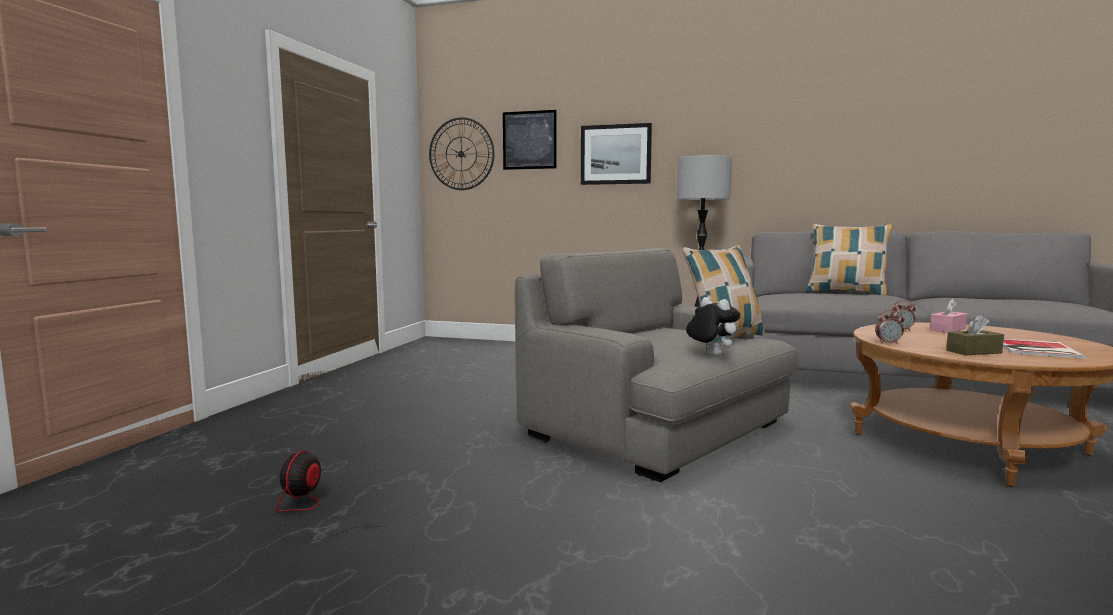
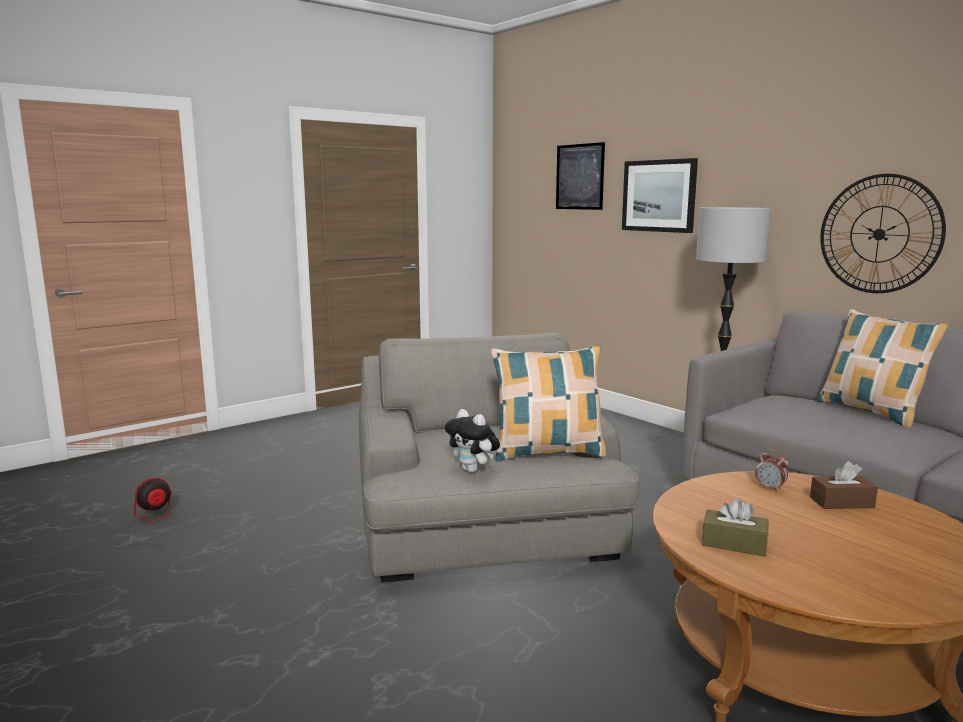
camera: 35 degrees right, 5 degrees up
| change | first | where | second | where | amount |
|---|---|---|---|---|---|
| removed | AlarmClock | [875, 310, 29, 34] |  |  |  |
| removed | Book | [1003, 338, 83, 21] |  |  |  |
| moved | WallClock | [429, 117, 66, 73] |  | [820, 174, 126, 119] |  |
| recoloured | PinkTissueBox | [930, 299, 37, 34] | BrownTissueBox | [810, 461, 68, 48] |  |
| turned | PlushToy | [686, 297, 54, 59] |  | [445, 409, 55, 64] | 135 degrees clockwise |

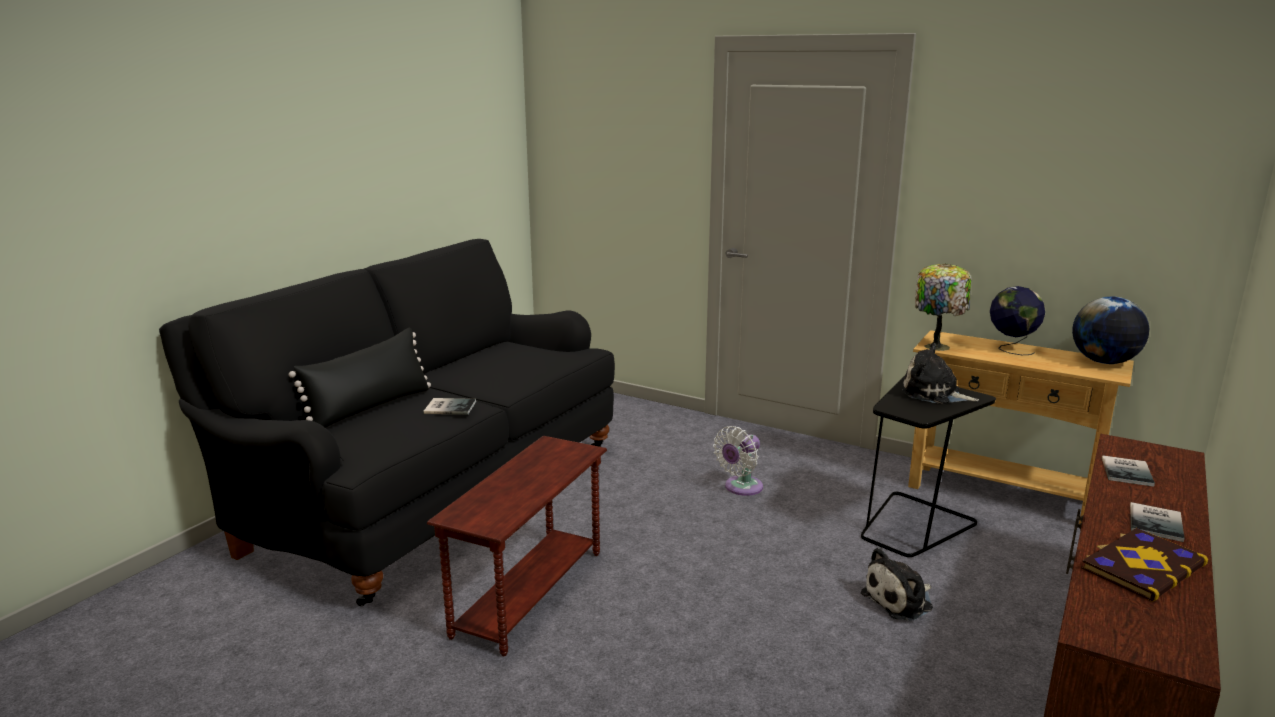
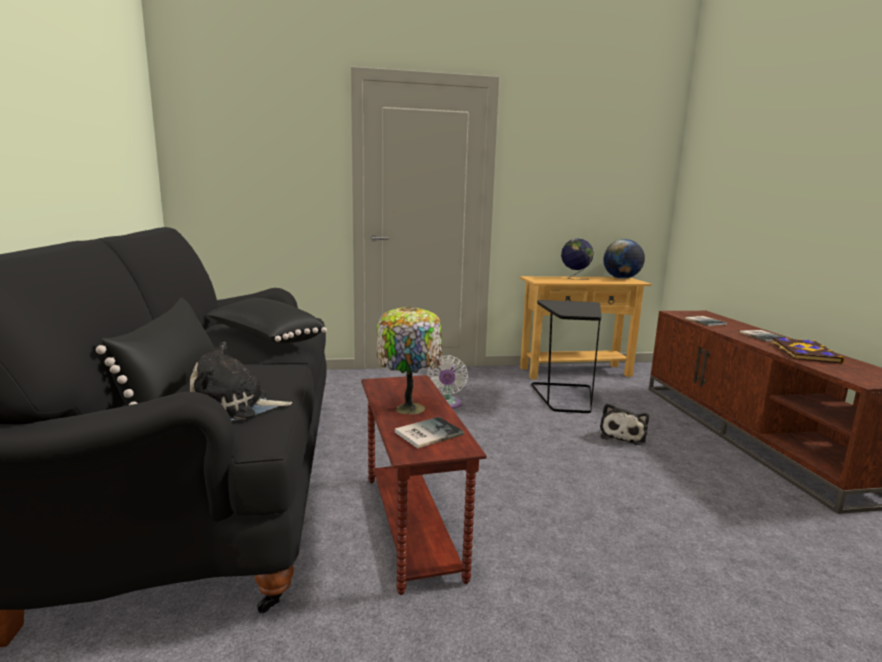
camera: 40 degrees left, 5 degrees down
| change | first | where | second | where | amount |
|---|---|---|---|---|---|
| added |  |  | BlackPillow | [207, 298, 120, 45] |  |
| moved | Book | [424, 398, 52, 17] |  | [395, 417, 69, 31] |  |
| moved | PlushToy | [902, 343, 77, 61] |  | [189, 342, 103, 78] |  |
| moved | TableLamp | [915, 263, 57, 88] |  | [377, 306, 65, 108] |  |

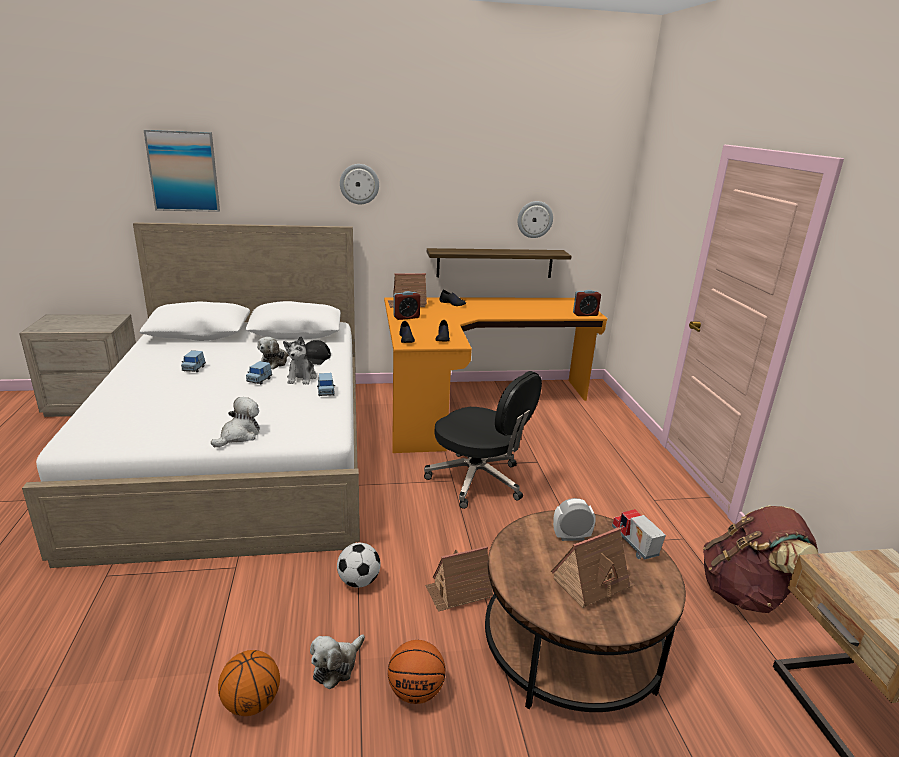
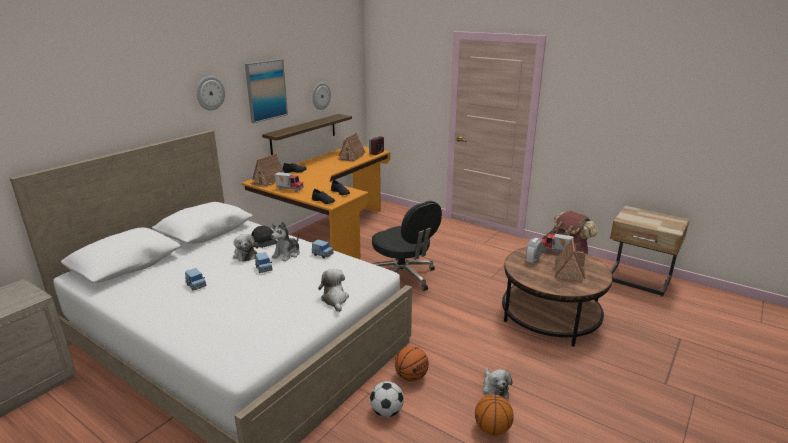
camera: 45 degrees left, 0 degrees up
| change | first | where | second | where | amount |
|---|---|---|---|---|---|
| moved | Picture | [144, 130, 76, 82] |  | [245, 59, 43, 64] |  |
| moved | Football | [337, 543, 43, 45] |  | [370, 381, 34, 36] |  |
| moved | Basketball | [388, 640, 58, 64] |  | [395, 346, 34, 36] |  |
| moved | ToyHouse | [425, 546, 68, 66] |  | [338, 133, 28, 29] |  |
| replaced | AlarmClock | [393, 291, 27, 29] | ToyTruck | [274, 172, 30, 20] |  |
| turned | PlushToy | [283, 336, 34, 49] |  | [271, 222, 29, 40] | 75 degrees clockwise |
| turned | BlackOfficeChair | [424, 371, 118, 138] |  | [371, 201, 71, 90] | 60 degrees clockwise |

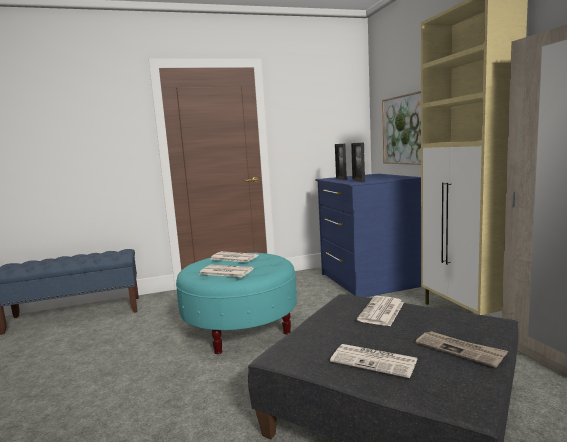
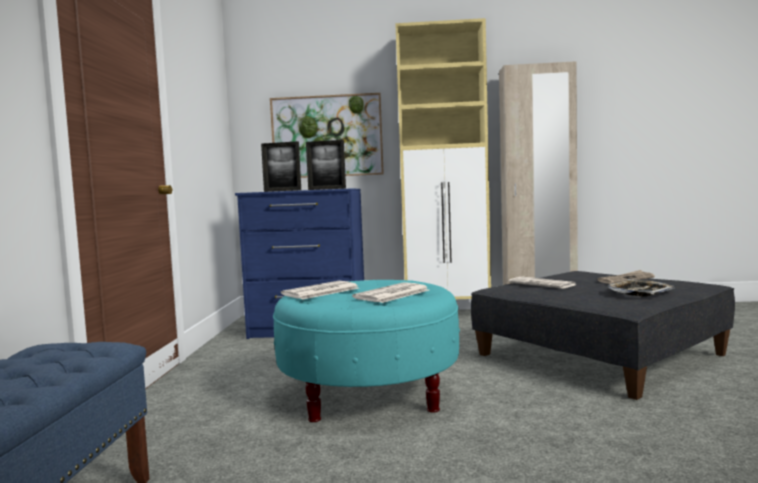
camera: 70 degrees left, 5 degrees down
| change | first | where | second | where | amount |
|---|---|---|---|---|---|
| replaced | Newspaper | [330, 344, 88, 34] | Tray | [608, 279, 67, 18] |  |

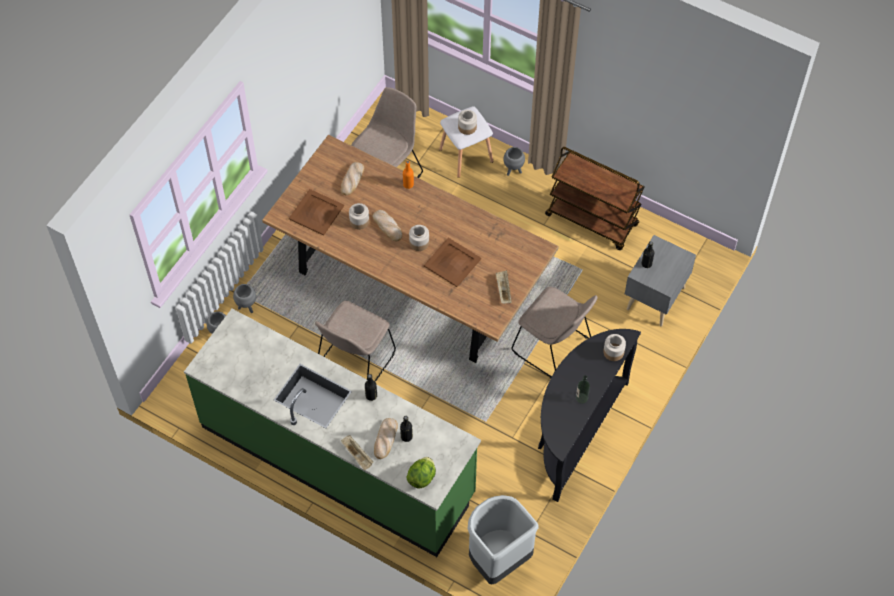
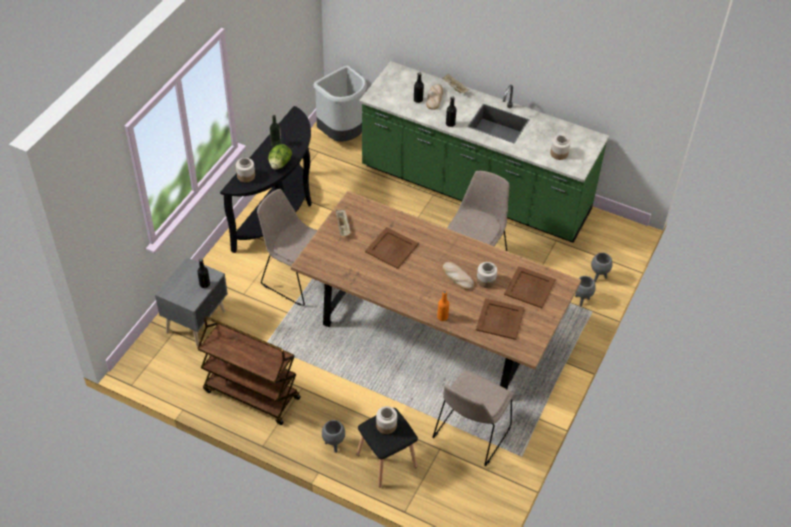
camera: 175 degrees right, 10 degrees down
| change | first | where | second | where | amount |
|---|---|---|---|---|---|
| moved | Lettuce | [406, 457, 30, 32] |  | [268, 144, 24, 26] |  |
| moved | Jar | [409, 225, 20, 26] |  | [550, 135, 21, 25] |  |
| replaced | Bread | [341, 162, 23, 33] | BrownTray | [476, 298, 49, 42] |  |
| recoloured | WhiteStool | [439, 106, 54, 72] | BlackStool | [356, 408, 62, 80] |  |

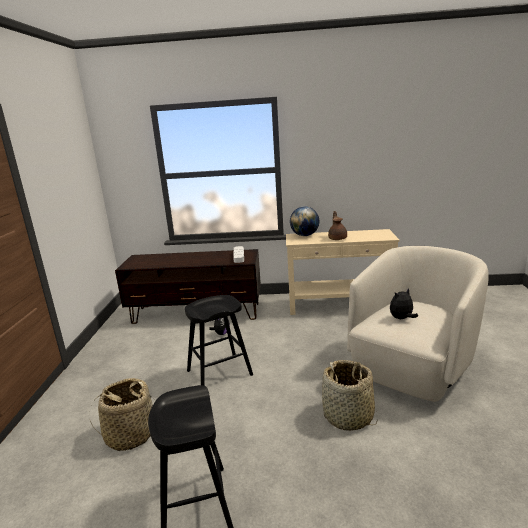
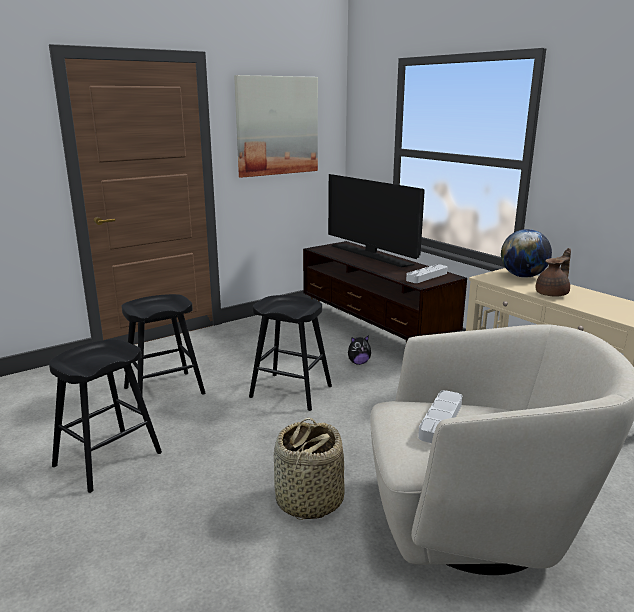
camera: 50 degrees right, 0 degrees up
| change | first | where | second | where | amount |
|---|---|---|---|---|---|
| added |  |  | Picture | [234, 75, 84, 103] |  |
| added |  |  | Television | [328, 174, 97, 94] |  |
| replaced | Basket | [89, 378, 64, 73] | BlackStool | [122, 294, 83, 116] |  |
| replaced | PlushToy | [390, 288, 28, 31] | GreyTray | [418, 390, 44, 53] |  |

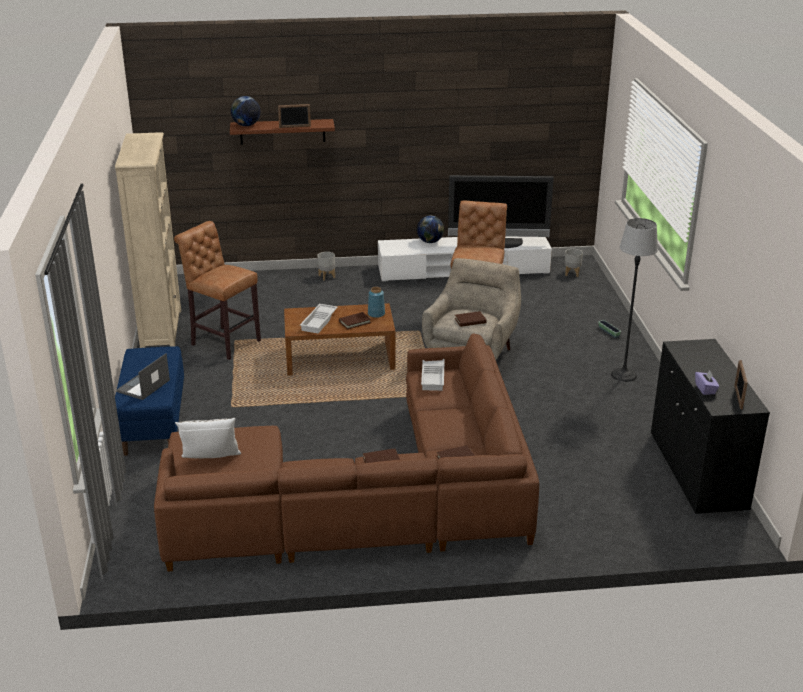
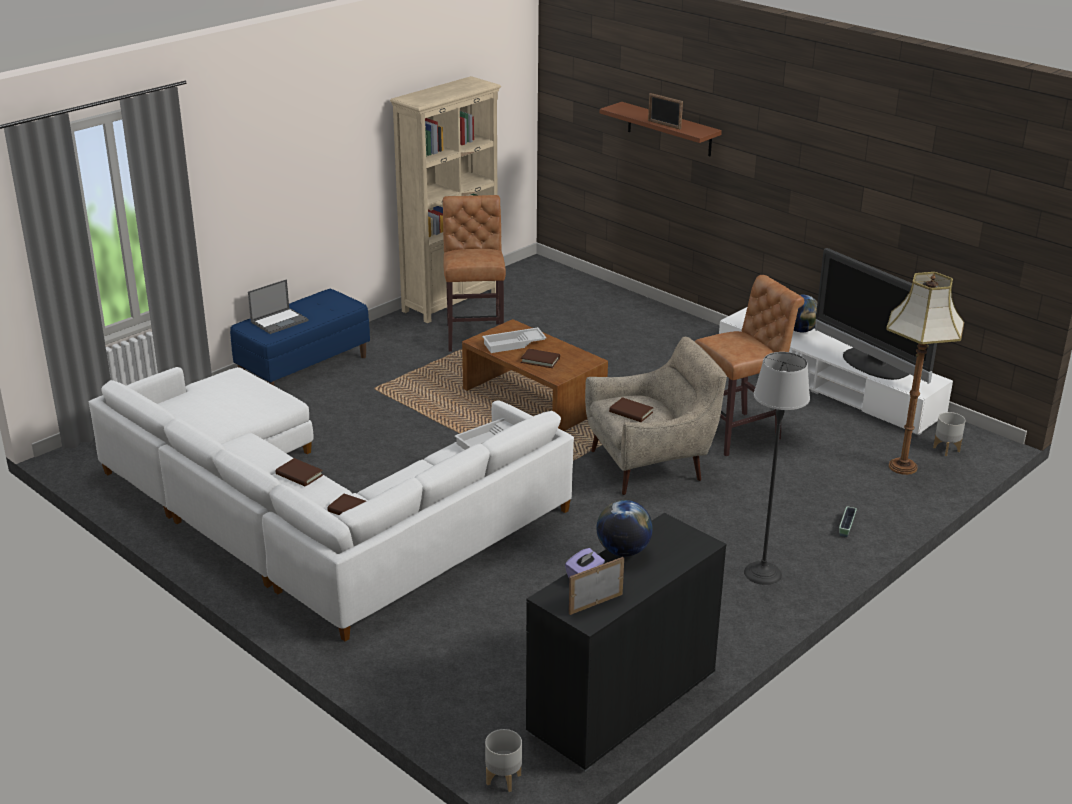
camera: 50 degrees right, 0 degrees up
| change | first | where | second | where | amount |
|---|---|---|---|---|---|
| removed | WhitePillow | [175, 418, 66, 40] |  |  |  |
| removed | BlueVase | [368, 287, 17, 31] |  |  |  |
| added |  |  | FloorLamp | [886, 272, 78, 203] |  |
| moved | Globe | [231, 96, 29, 30] |  | [597, 500, 56, 57] |  |
| moved | GreyPlanter | [317, 252, 18, 29] |  | [485, 729, 37, 63] |  |
| recoloured | BrownSofa | [154, 334, 385, 237] | WhiteSofa | [89, 367, 485, 274] |  |
| turned | Laptop | [116, 353, 54, 47] |  | [248, 279, 61, 55] | 150 degrees clockwise |

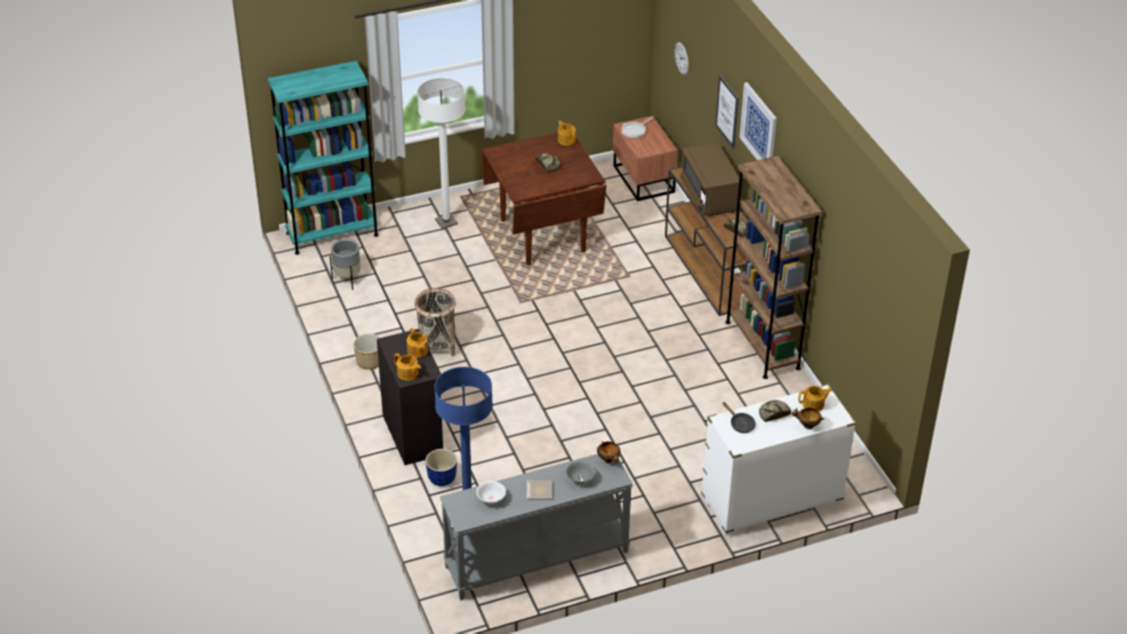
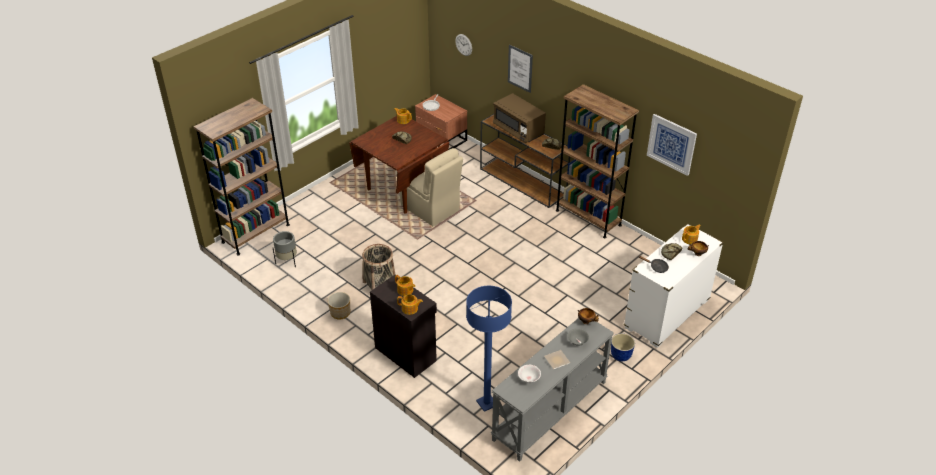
camera: 25 degrees left, 0 degrees up
| change | first | where | second | where | amount |
|---|---|---|---|---|---|
| removed | WhiteFloorLamp | [417, 78, 48, 151] |  |  |  |
| added |  |  | BeigeChair | [400, 148, 63, 78] |  |
| moved | Planter | [425, 449, 32, 37] |  | [611, 333, 24, 28] |  |
| moved | Picture | [739, 82, 38, 78] |  | [647, 114, 50, 62] |  |
| recoloured | TurquoiseBookcase | [267, 61, 112, 194] | BrownBookcase | [194, 98, 96, 157] |  |

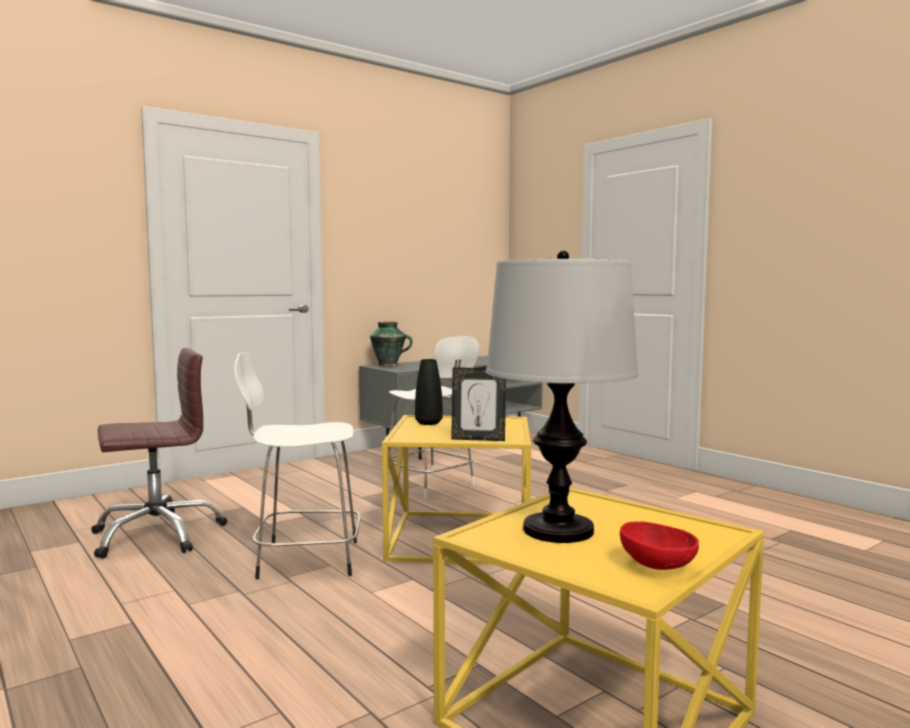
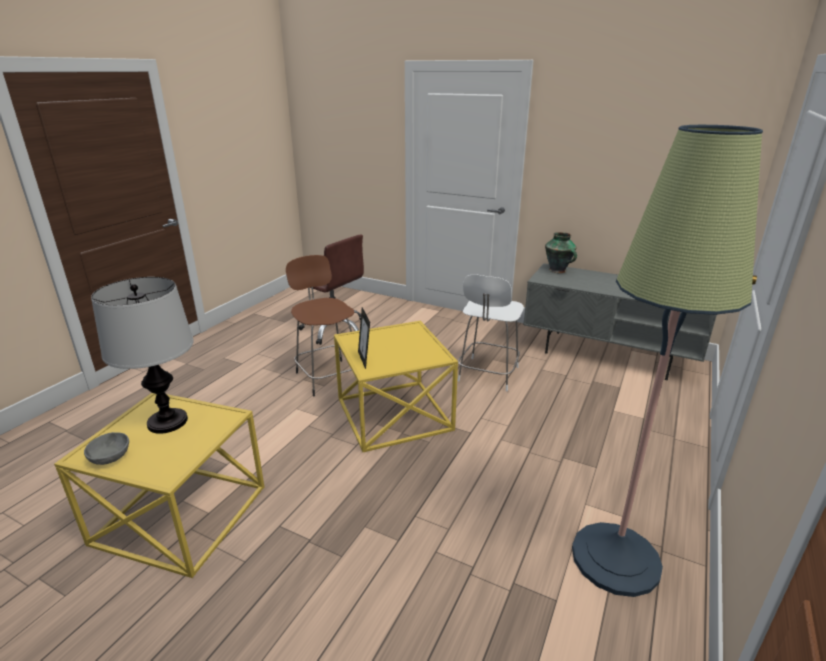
camera: 65 degrees right, 20 degrees up
| change | first | where | second | where | amount |
|---|---|---|---|---|---|
| removed | BlackVase | [415, 359, 28, 66] |  |  |  |
| added |  |  | FloorLamp | [572, 125, 191, 472] |  |
| recoloured | WhiteStool | [234, 352, 127, 227] | BrownStool | [286, 255, 68, 141] |  |
| recoloured | RedBowl | [620, 521, 79, 49] | GreyBowl | [84, 432, 45, 33] |  |

